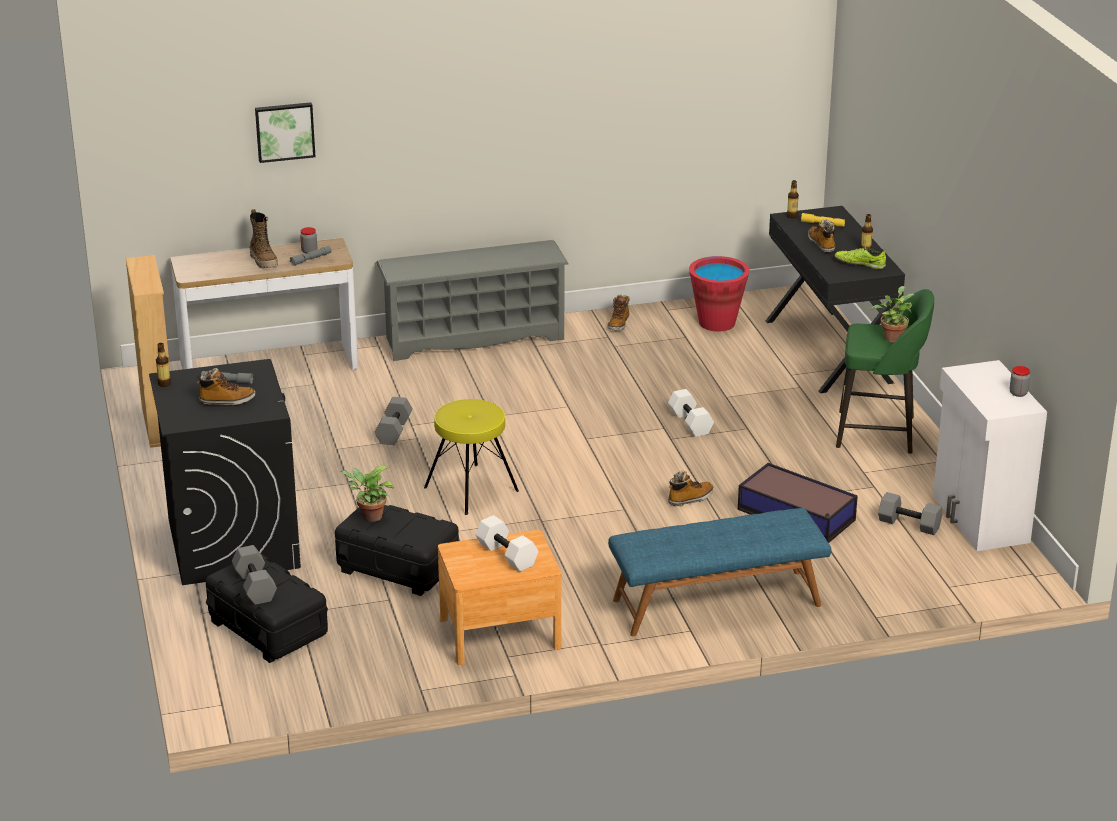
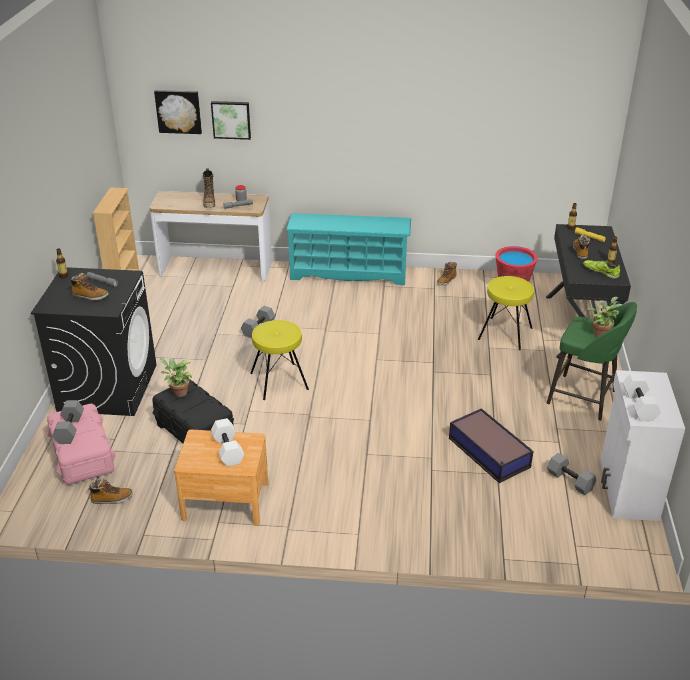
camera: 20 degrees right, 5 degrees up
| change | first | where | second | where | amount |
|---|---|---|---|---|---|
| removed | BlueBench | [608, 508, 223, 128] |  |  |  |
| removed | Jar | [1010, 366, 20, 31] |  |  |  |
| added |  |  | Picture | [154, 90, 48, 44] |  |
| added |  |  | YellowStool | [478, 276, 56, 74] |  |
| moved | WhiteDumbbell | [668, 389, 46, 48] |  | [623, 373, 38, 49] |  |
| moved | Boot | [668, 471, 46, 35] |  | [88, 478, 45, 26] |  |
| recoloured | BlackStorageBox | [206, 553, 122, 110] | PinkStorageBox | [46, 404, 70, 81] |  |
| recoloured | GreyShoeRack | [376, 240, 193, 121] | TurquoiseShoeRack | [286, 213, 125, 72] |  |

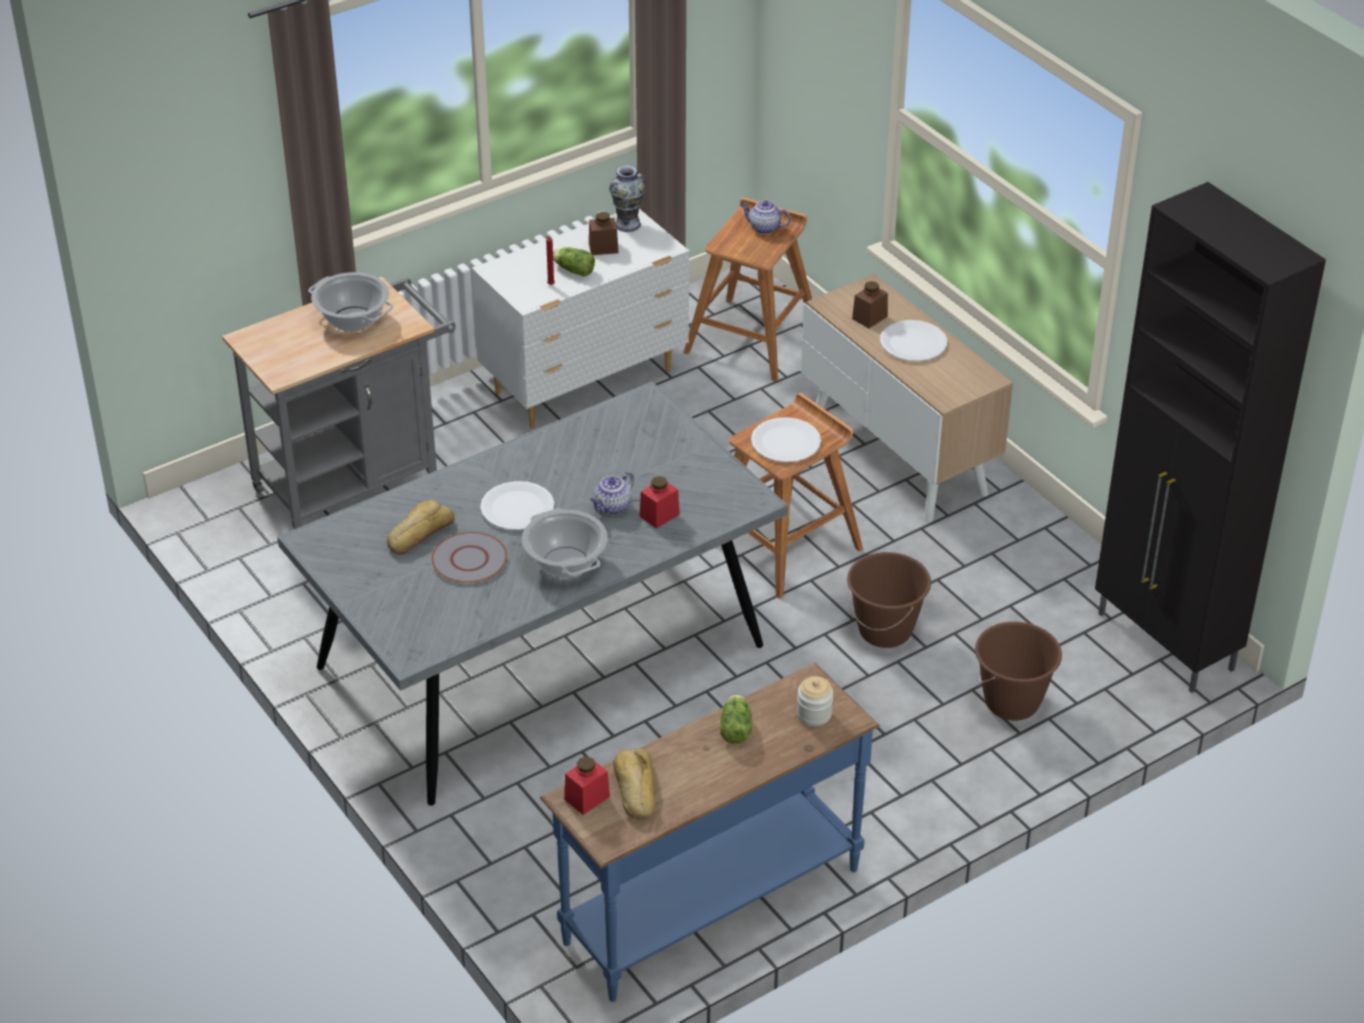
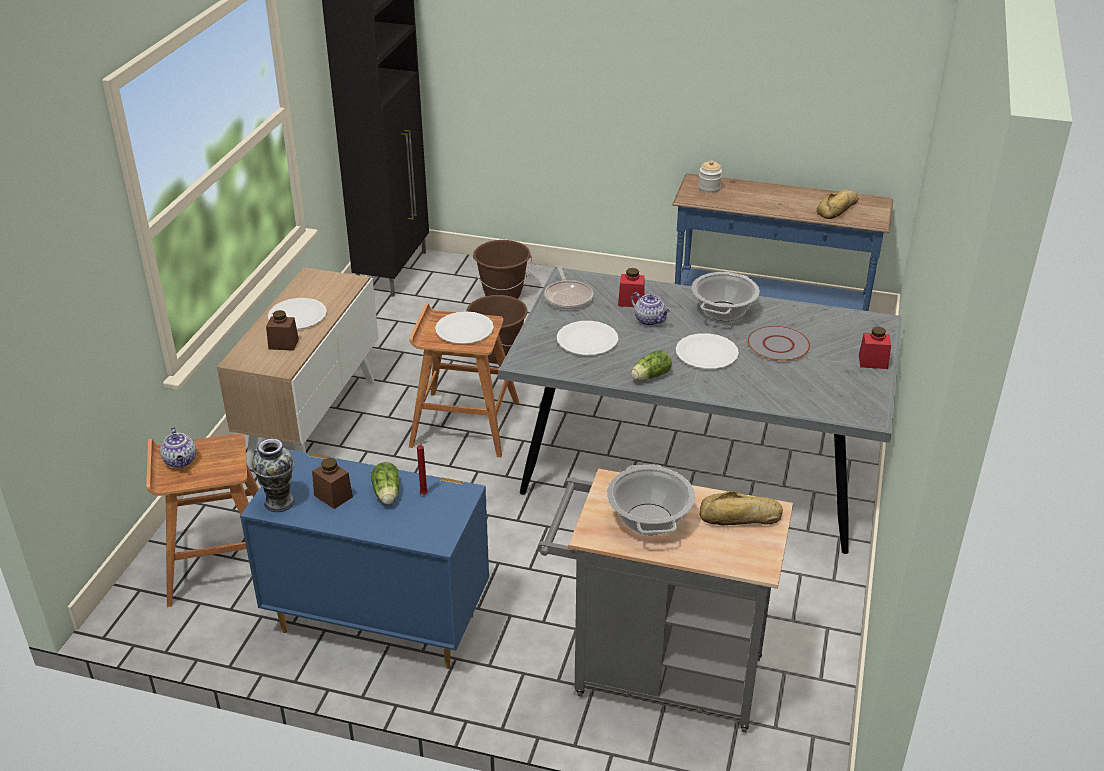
camera: 130 degrees left, 5 degrees down
| change | first | where | second | where | amount |
|---|---|---|---|---|---|
| added |  |  | FryingPan | [544, 266, 49, 44] |  |
| added |  |  | WhitePlate | [557, 321, 61, 34] |  |
| moved | Bread | [387, 500, 68, 54] |  | [699, 491, 84, 34] |  |
| moved | RedJar | [564, 756, 46, 59] |  | [859, 327, 32, 42] |  |
| moved | Lettuce | [720, 694, 32, 50] |  | [631, 350, 41, 30] |  |
| recoloured | WhiteDresser | [472, 209, 217, 219] | BlueDresser | [240, 449, 249, 220] |  |
| turned | Teapot | [590, 472, 44, 43] |  | [631, 292, 39, 34] | 45 degrees clockwise |

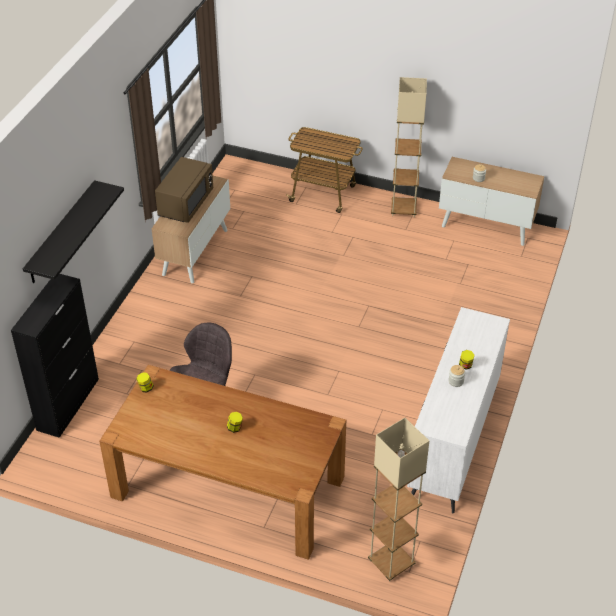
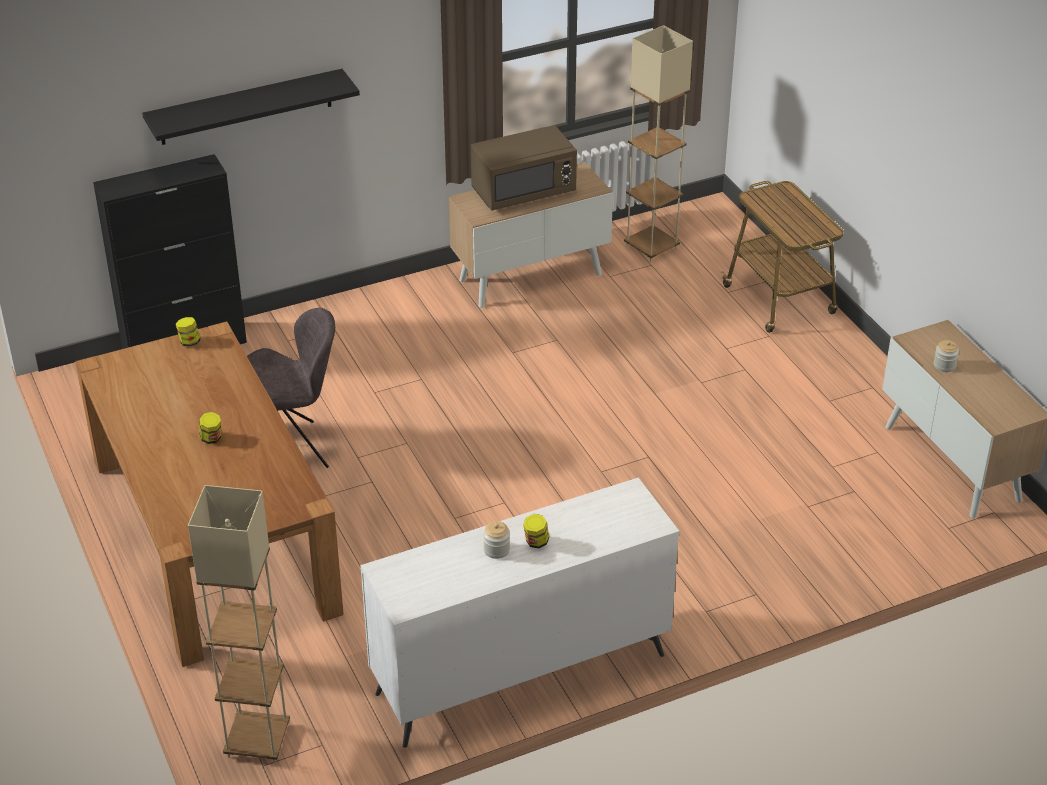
camera: 45 degrees right, 5 degrees down
| change | first | where | second | where | amount |
|---|---|---|---|---|---|
| moved | BeigeFloorLamp | [391, 77, 36, 140] |  | [624, 25, 69, 237] |  |

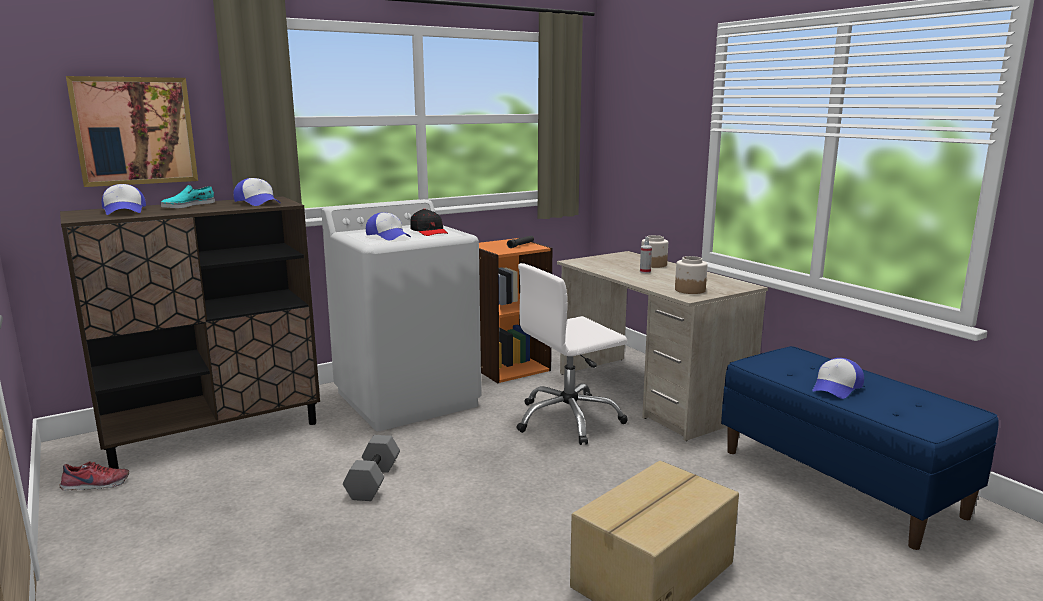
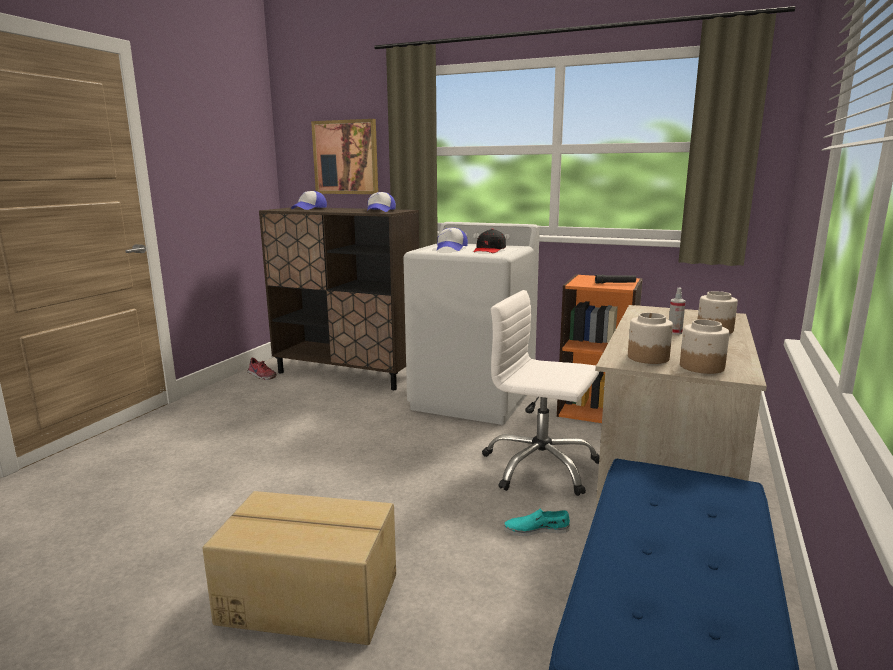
camera: 55 degrees right, 0 degrees up
| change | first | where | second | where | amount |
|---|---|---|---|---|---|
| removed | GreyDumbbell | [343, 435, 57, 66] |  |  |  |
| removed | Cap | [812, 358, 52, 41] |  |  |  |
| added |  |  | Jar | [680, 319, 50, 55] |  |
| moved | TurquoiseShoe | [161, 185, 54, 23] |  | [504, 508, 66, 28] |  |

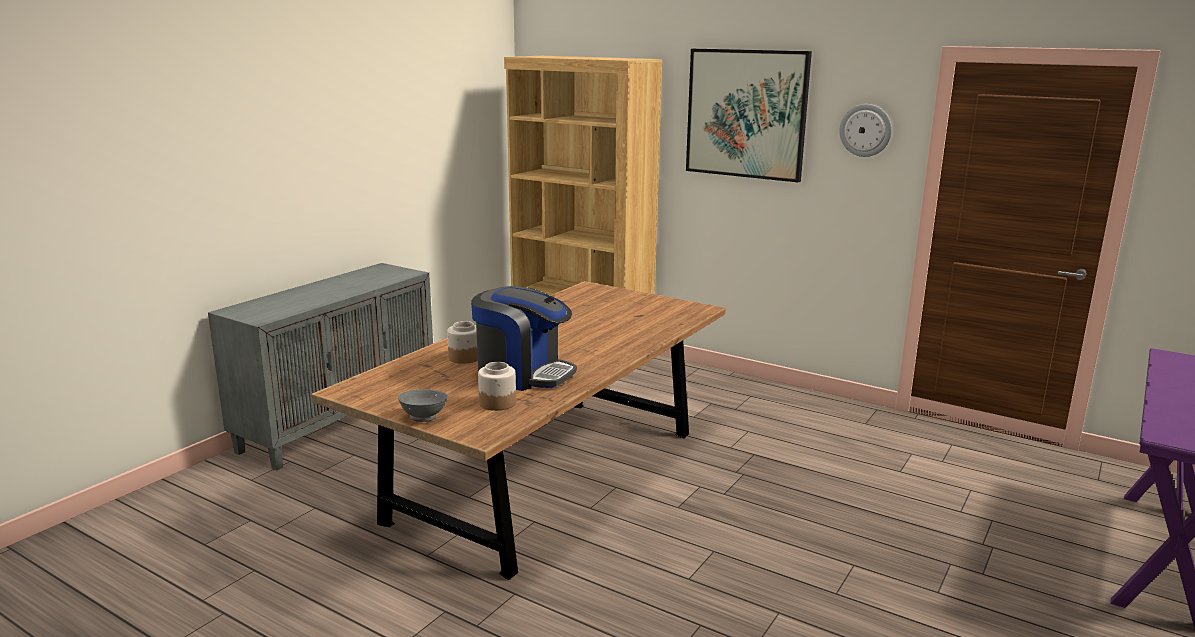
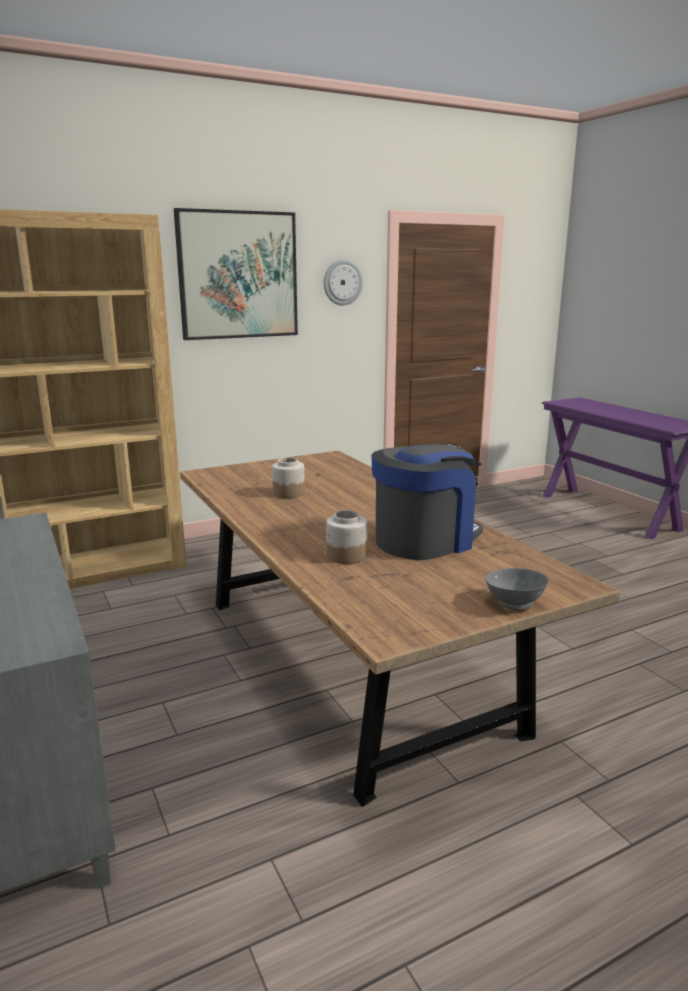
camera: 60 degrees left, 0 degrees up
| change | first | where | second | where | amount |
|---|---|---|---|---|---|
| moved | Jar | [478, 362, 38, 49] |  | [272, 458, 33, 40] |  |

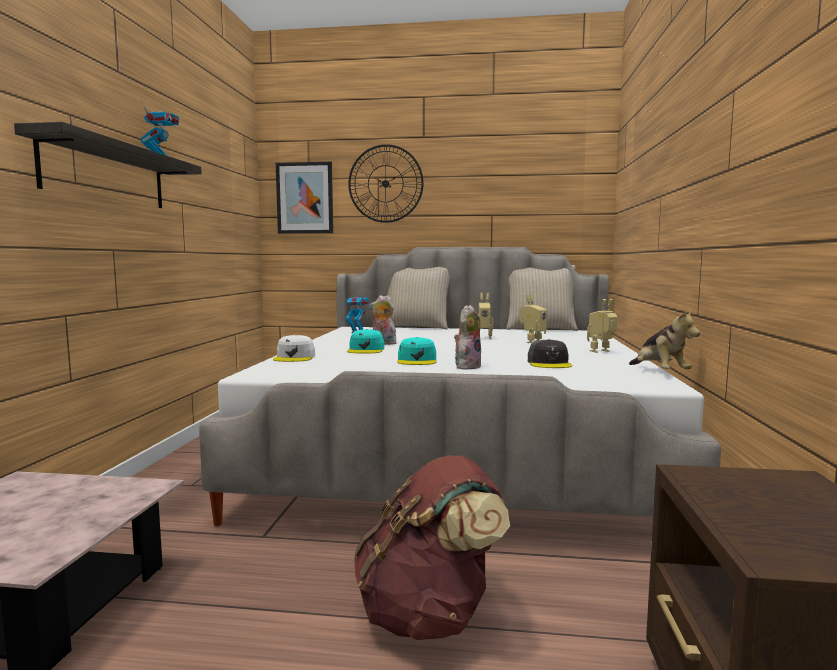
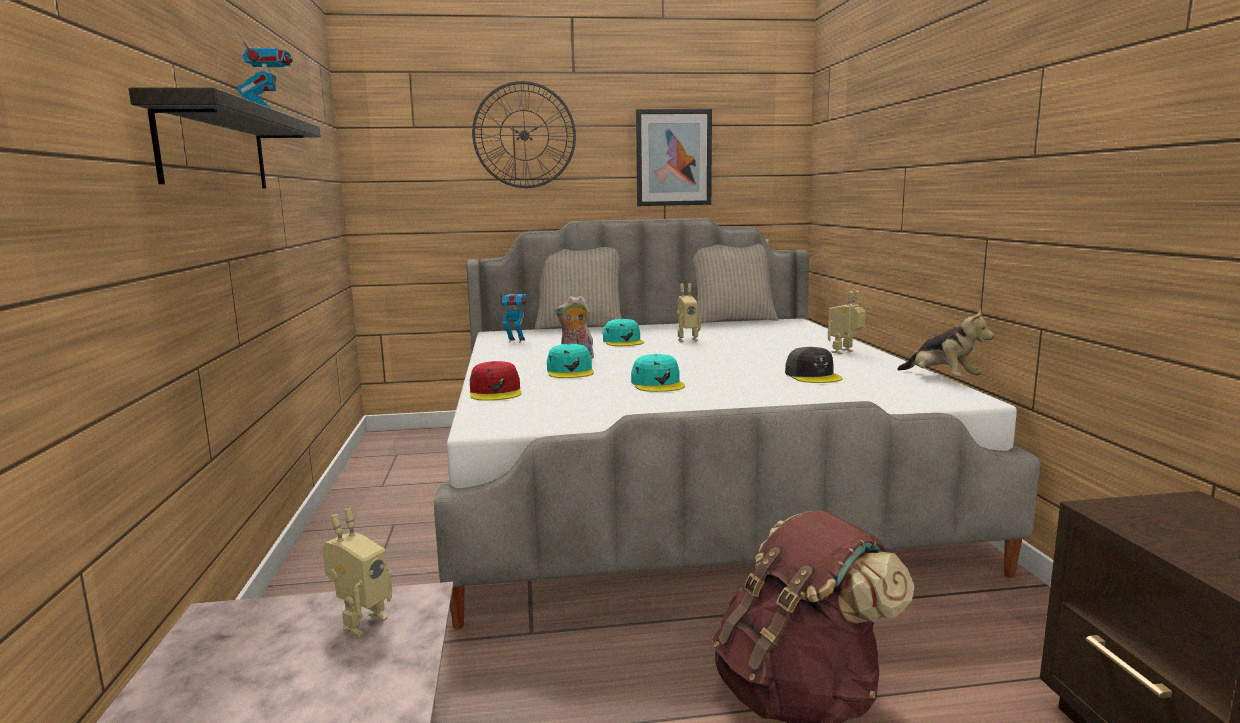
camera: 15 degrees left, 5 degrees up
| change | first | where | second | where | amount |
|---|---|---|---|---|---|
| removed | PlushToy | [454, 305, 28, 65] |  |  |  |
| added |  |  | TurquoiseCap | [603, 319, 41, 27] |  |
| moved | Picture | [276, 161, 57, 73] |  | [636, 109, 76, 97] |  |
| moved | ToyRobot | [519, 294, 28, 49] |  | [322, 508, 70, 129] |  |
| recoloured | WhiteCap | [273, 335, 42, 27] | RedCap | [470, 361, 51, 40] |  |

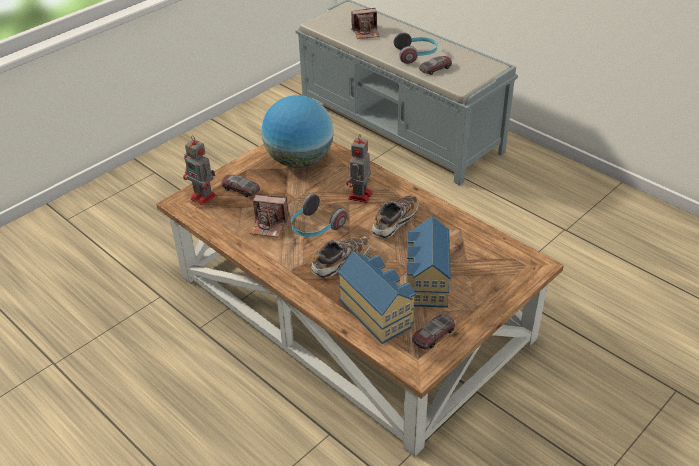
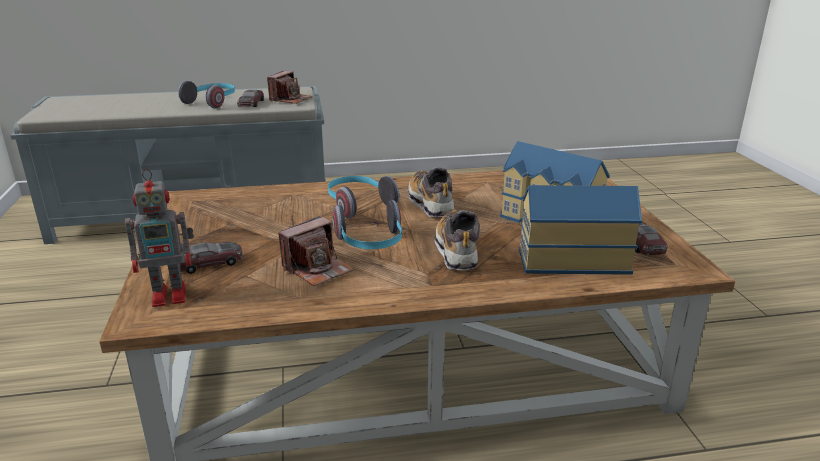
camera: 55 degrees left, 15 degrees down
| change | first | where | second | where | amount |
|---|---|---|---|---|---|
| removed | Globe | [261, 95, 73, 73] |  |  |  |
| moved | PhotoCamera | [351, 8, 29, 31] |  | [267, 71, 46, 33] |  |
| replaced | ToyRobot | [346, 134, 27, 69] | Headphones | [328, 176, 71, 43] |  |

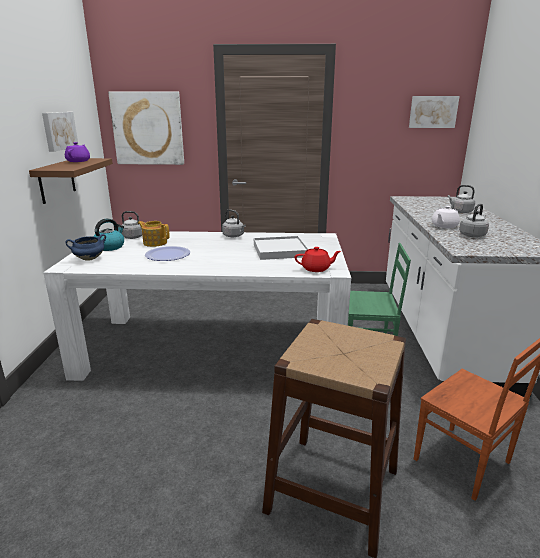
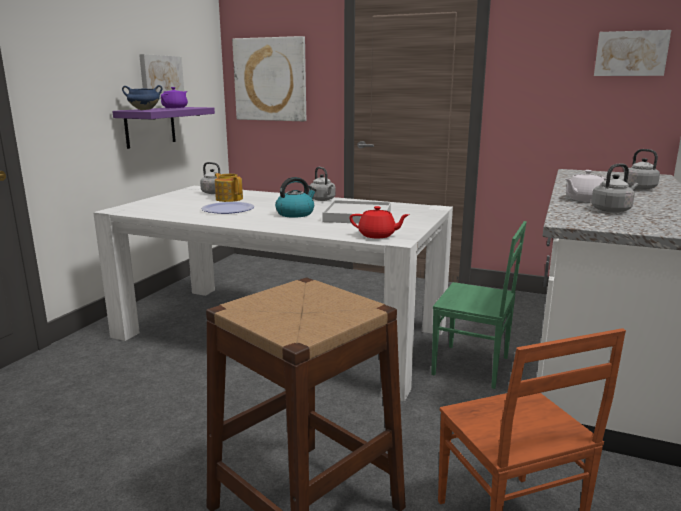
camera: 20 degrees right, 5 degrees down
| change | first | where | second | where | amount |
|---|---|---|---|---|---|
| moved | BlueCookingPot | [66, 234, 40, 27] |  | [122, 85, 41, 25] |  |
| moved | Kettle | [93, 218, 31, 33] |  | [275, 177, 42, 41] |  |
| recoloured | BrownShelf | [29, 158, 84, 46] | PurpleShelf | [112, 107, 103, 42] |  |

